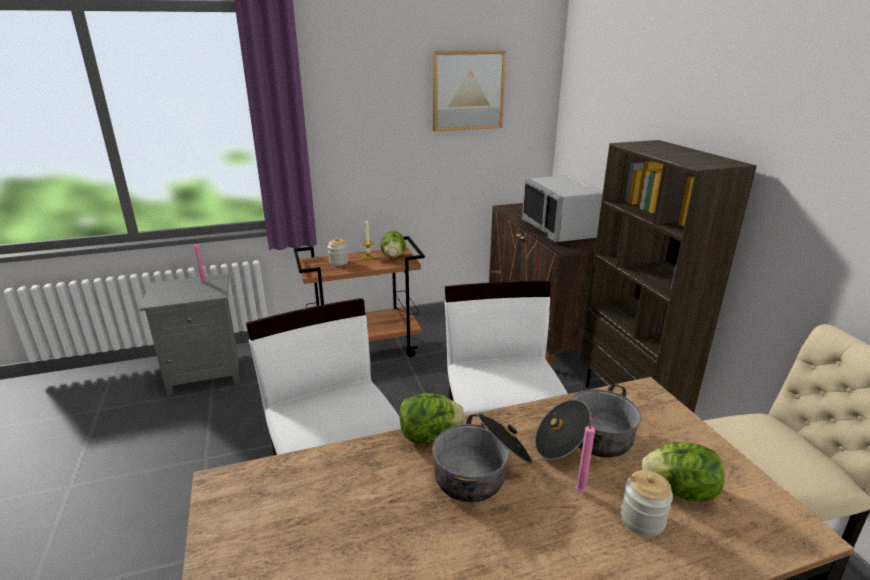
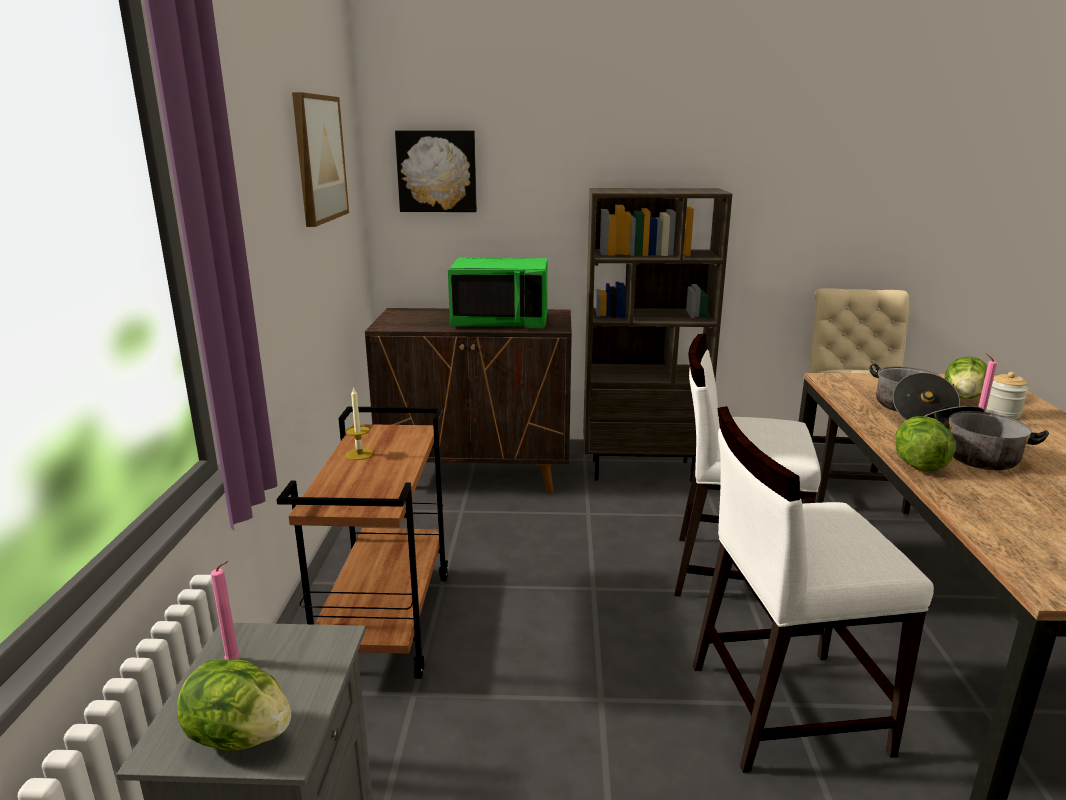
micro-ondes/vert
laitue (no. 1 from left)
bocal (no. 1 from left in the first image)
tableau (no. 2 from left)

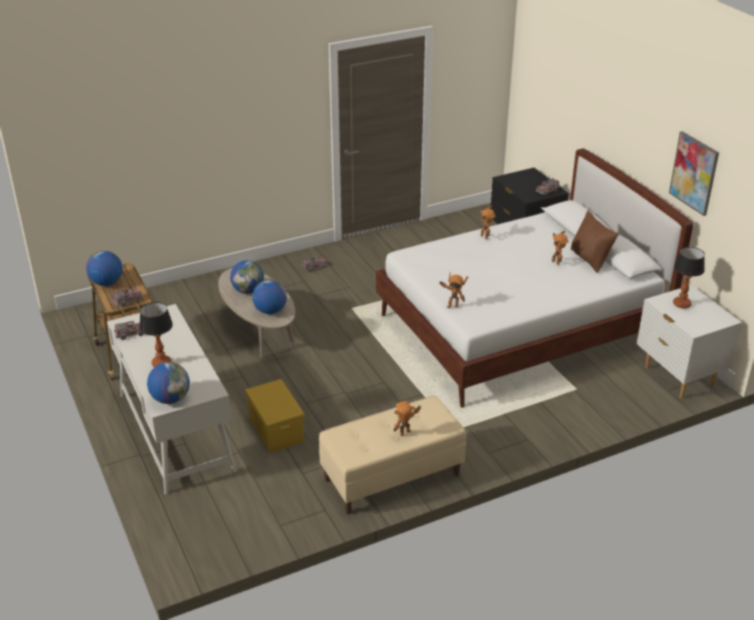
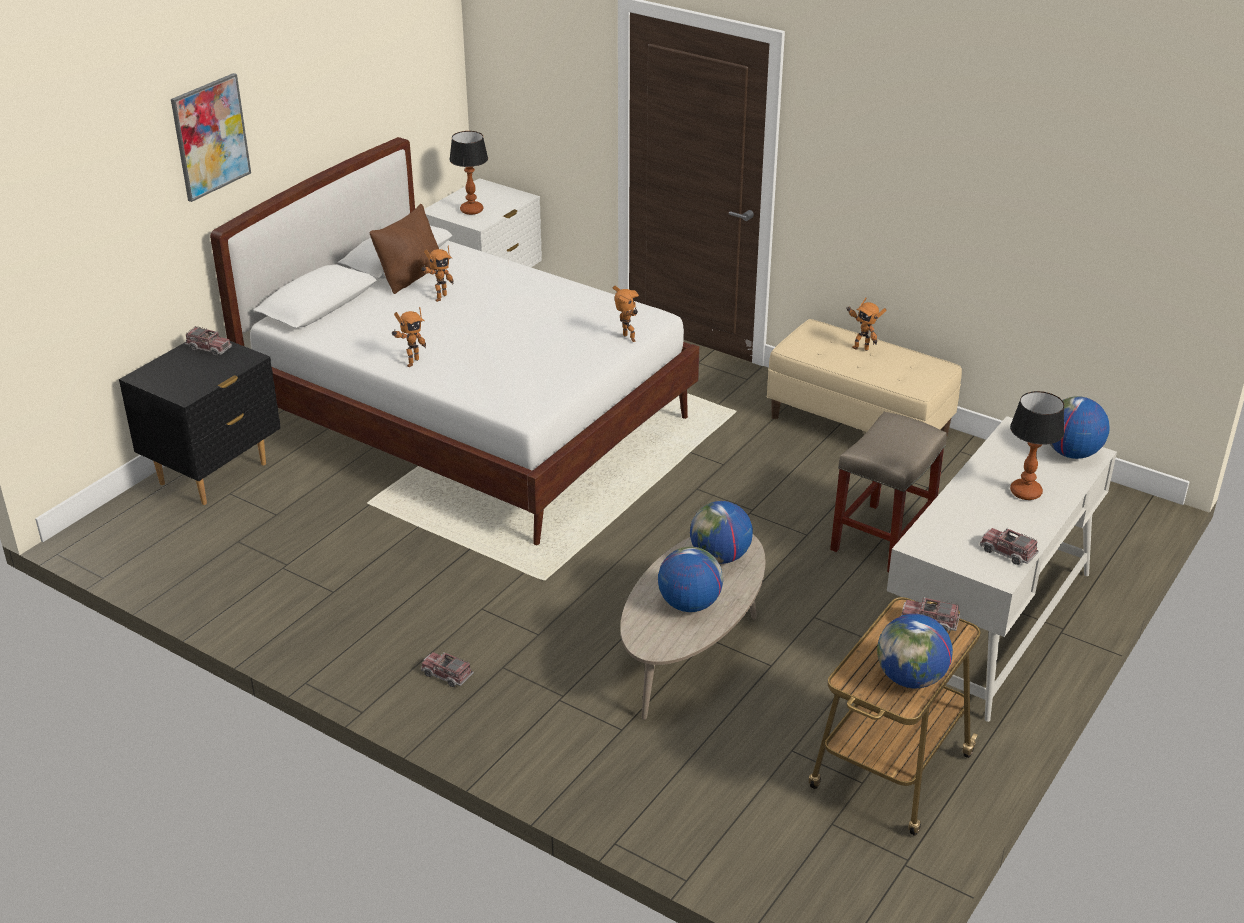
tableau
tabouret/beige

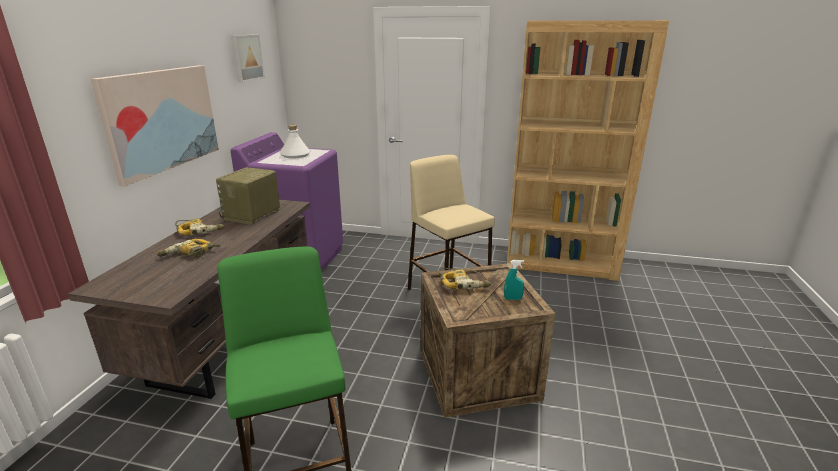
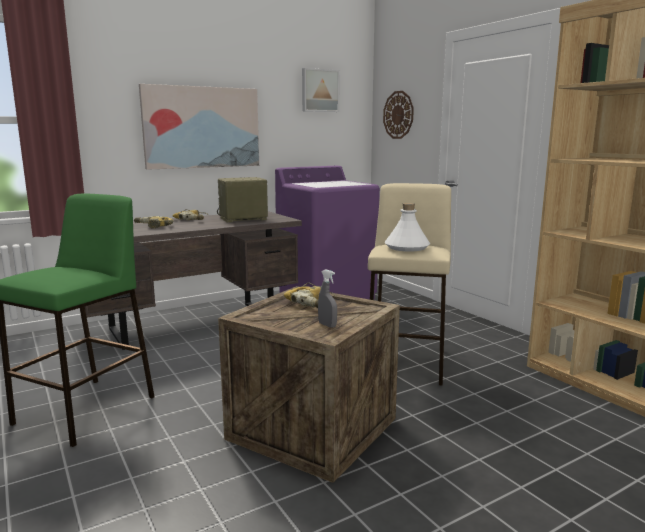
bouteille/blanc
vaporisateur/gris
horloge murale

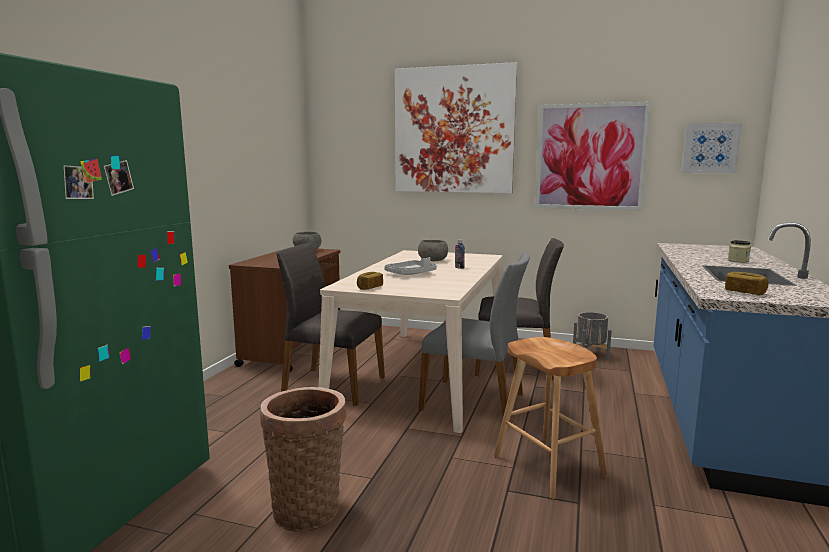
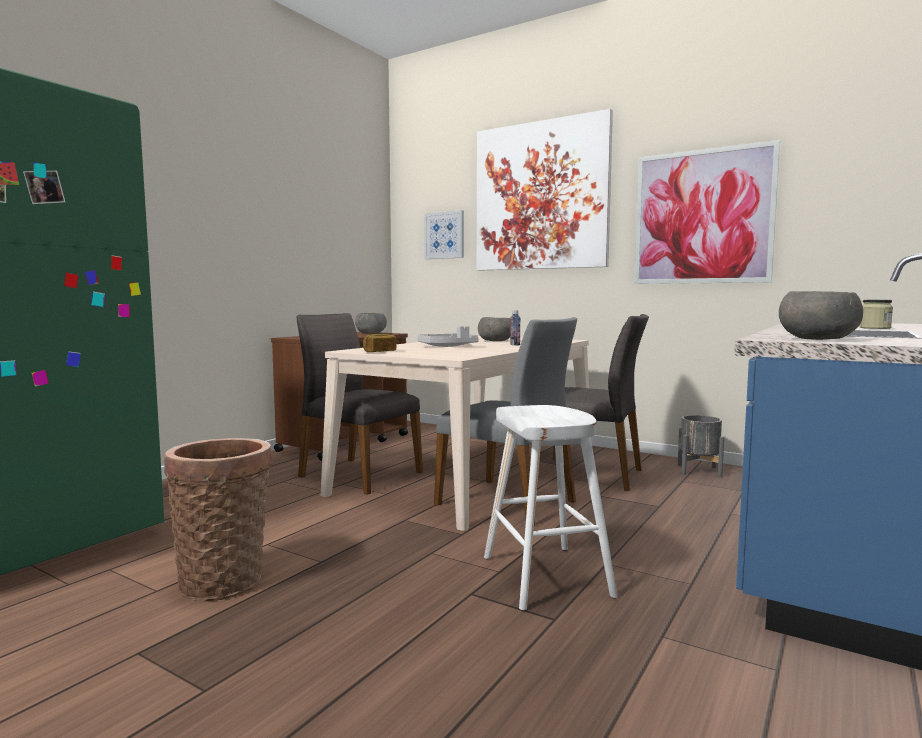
tableau (no. 1 from left)
bol/gris (no. 3 from left)
tabouret/blanc

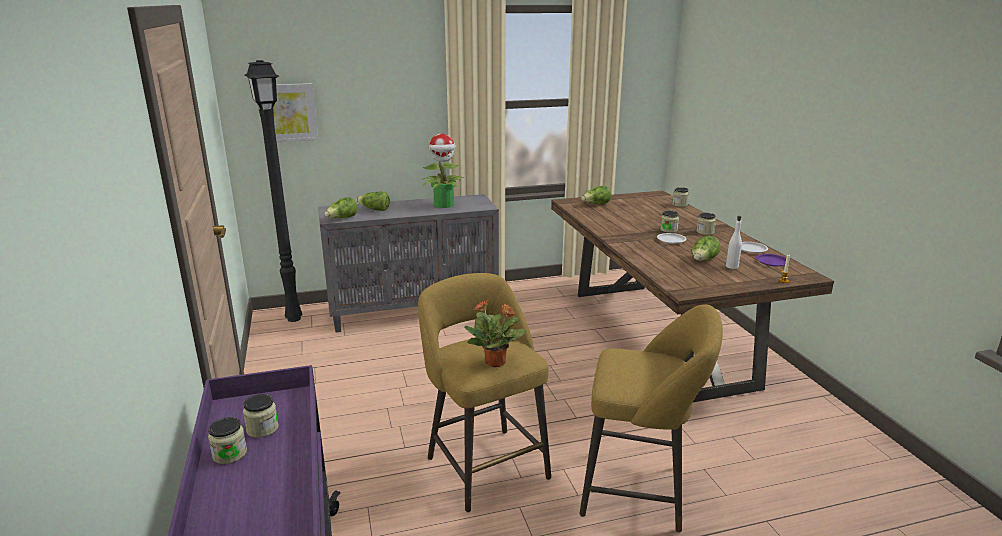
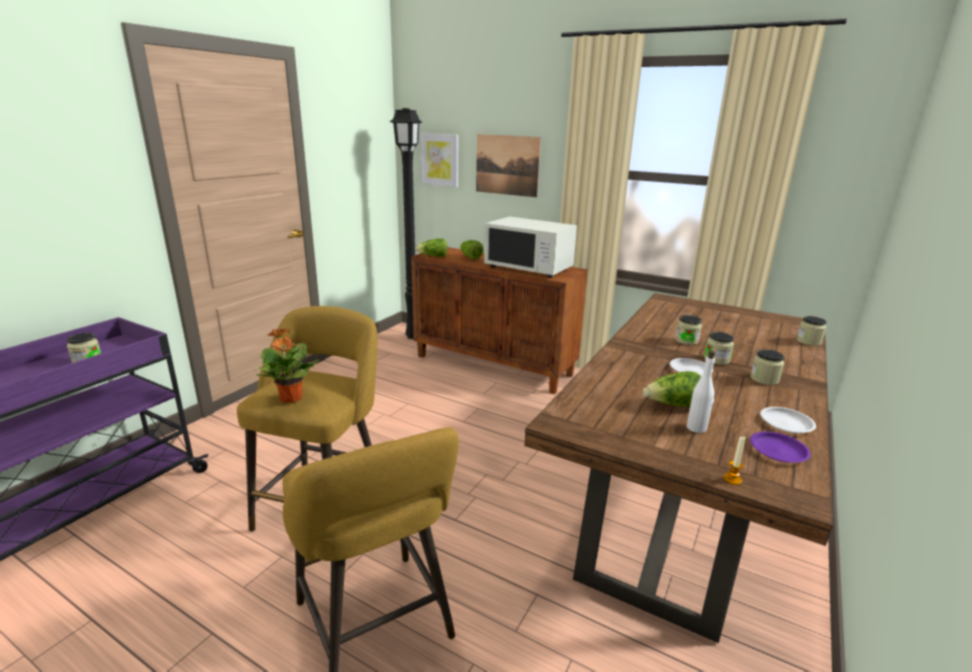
micro-ondes/blanc
laitue (no. 3 from left in the first image)
meuble de rangement/marron
bocal (no. 2 from left)
tableau (no. 2 from left)

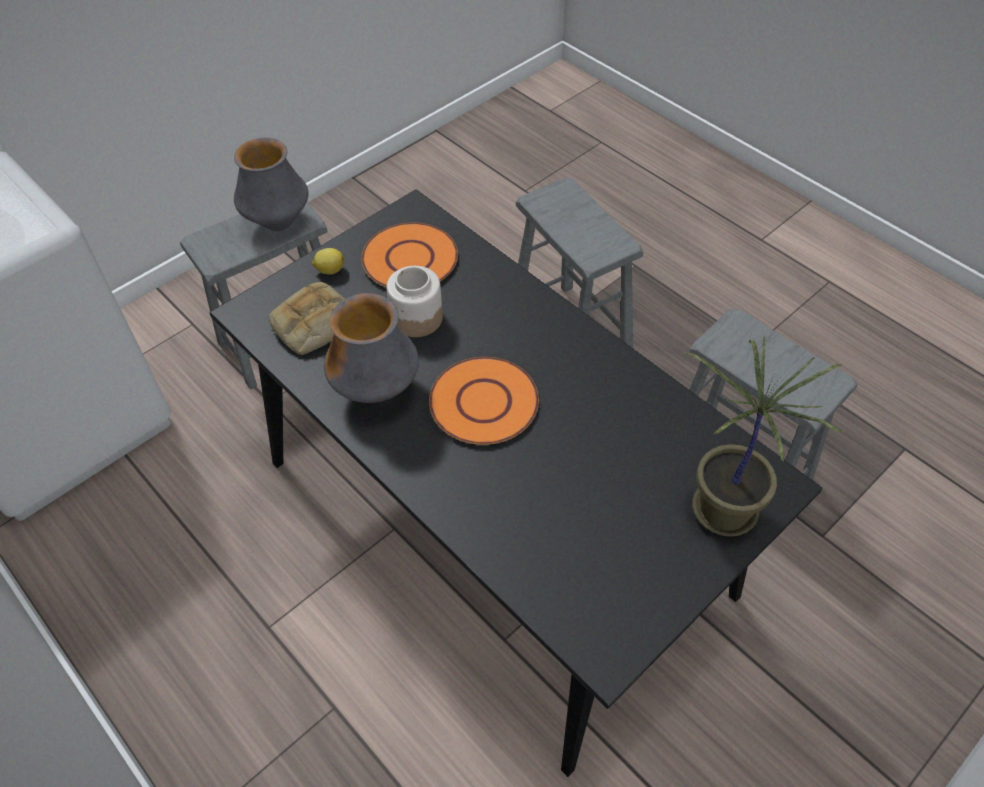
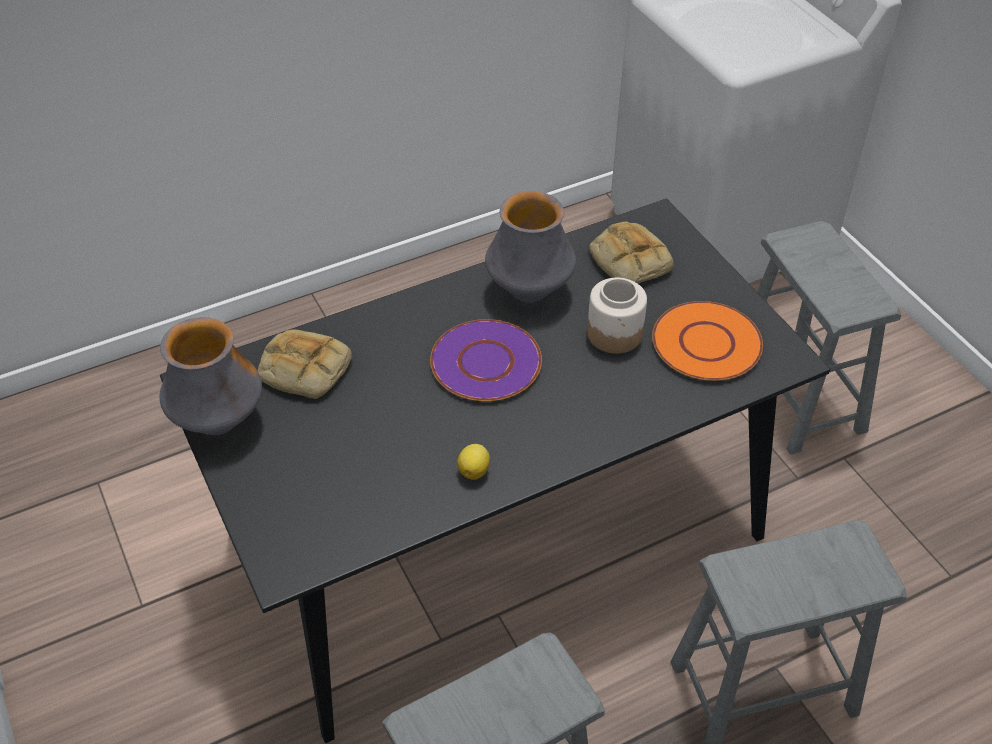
vase (no. 1 from left)
citron
plante en pot
assiette/violet
pain (no. 1 from left)

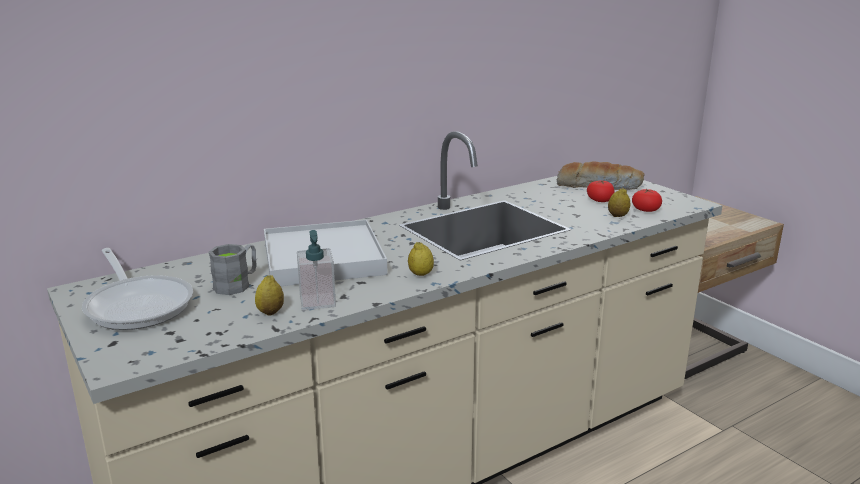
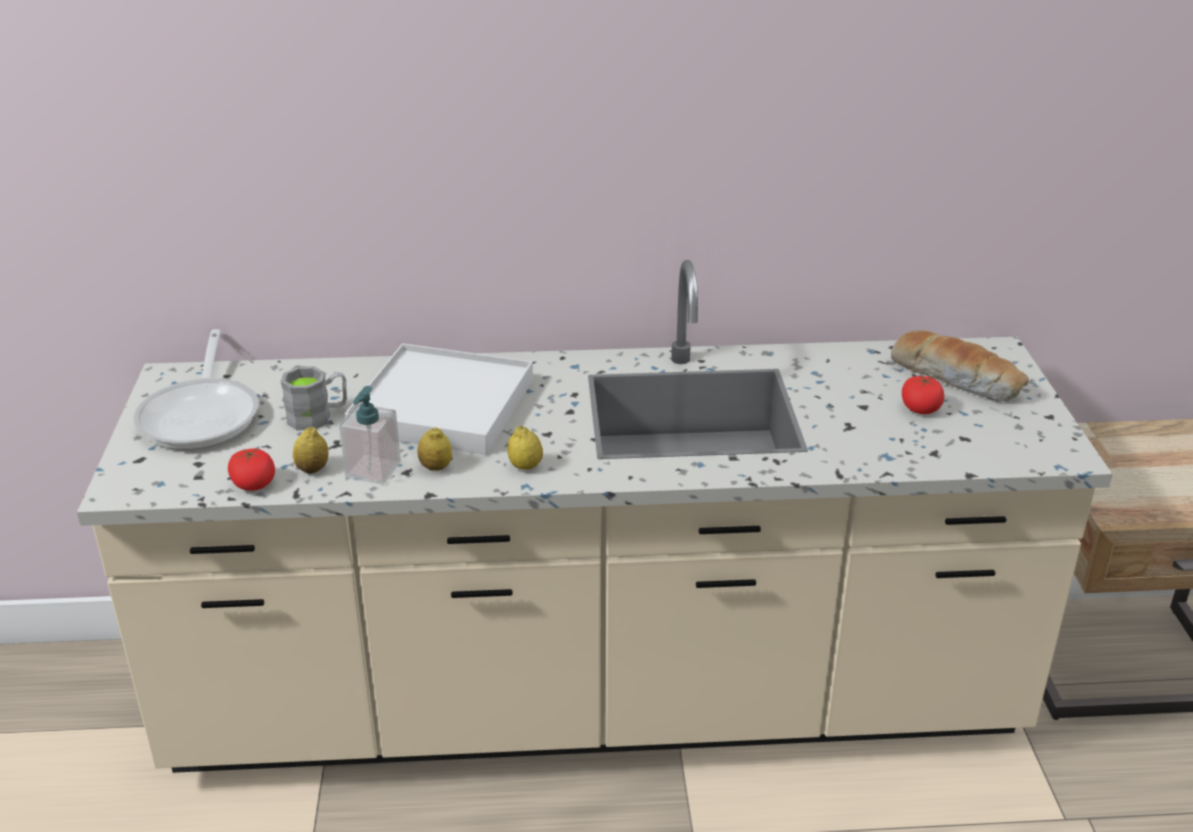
citron (no. 2 from left)
tomate (no. 1 from left)

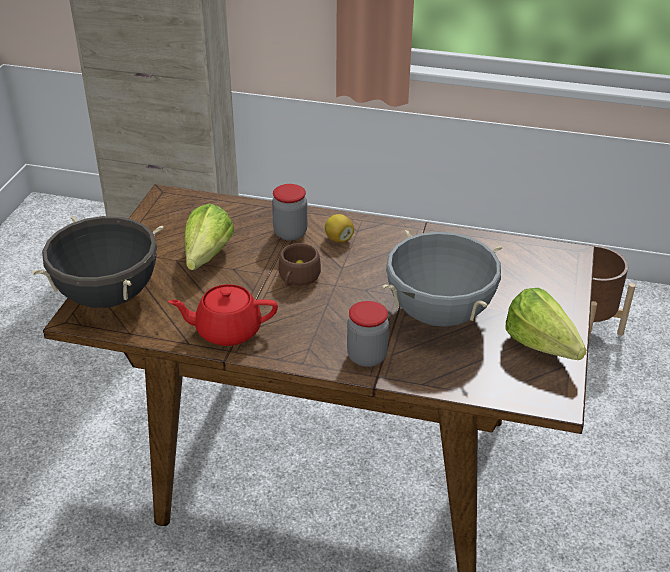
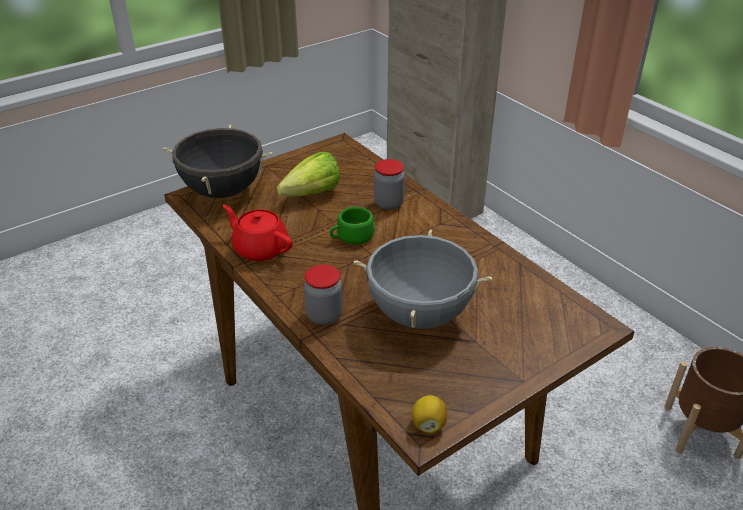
citron
tasse/vert
laitue (no. 2 from left in the first image)

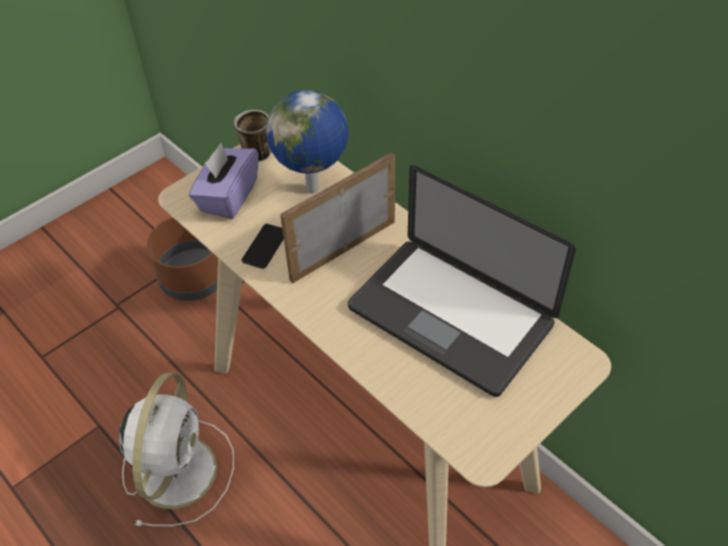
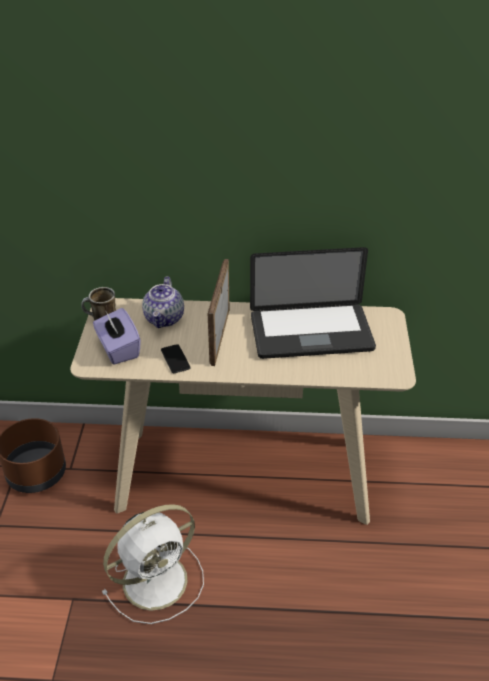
théière
ventilateur/blanc

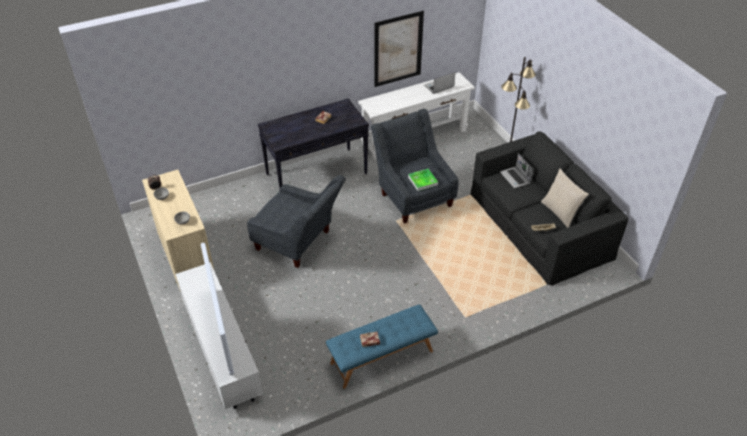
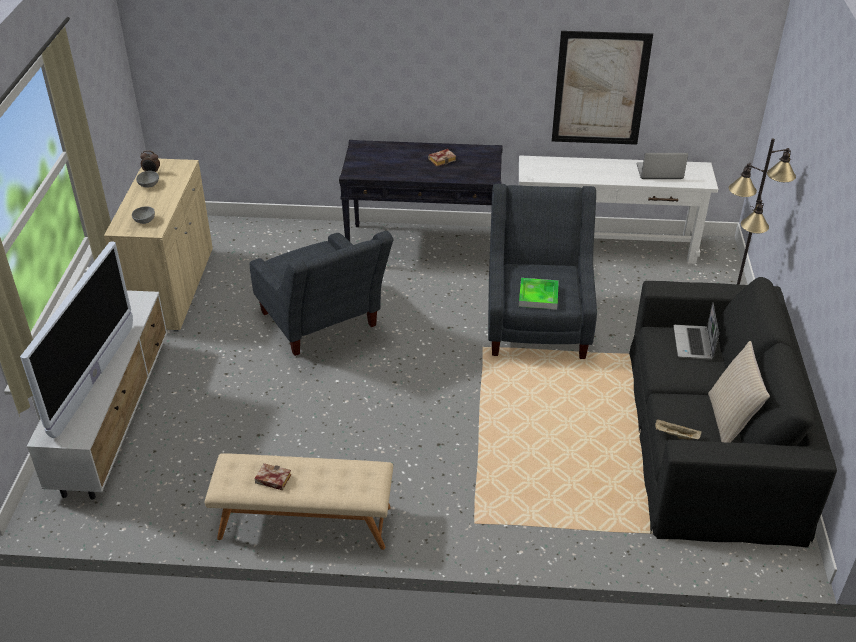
banc/beige

